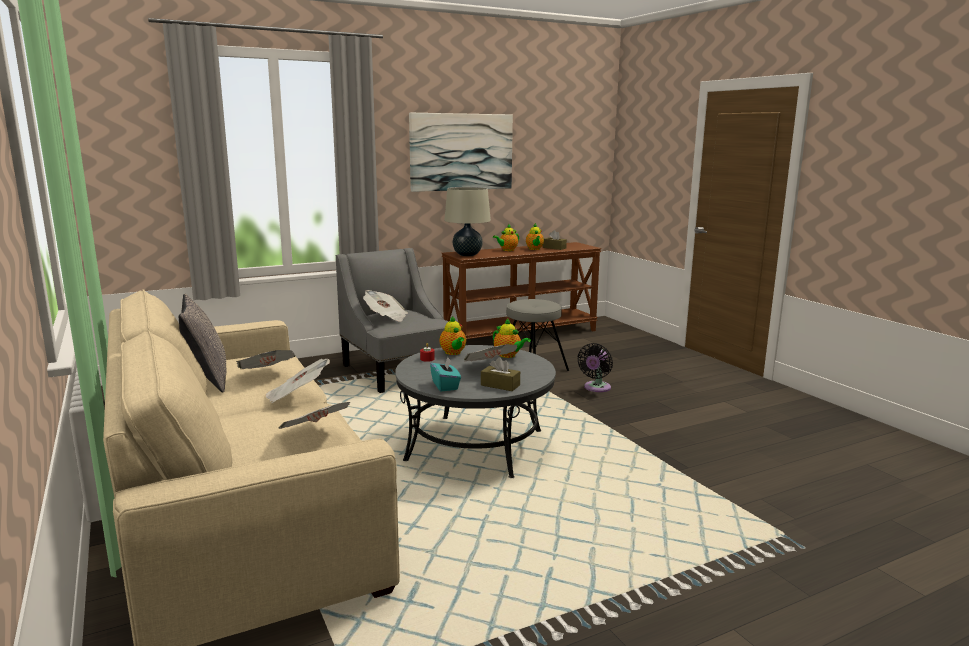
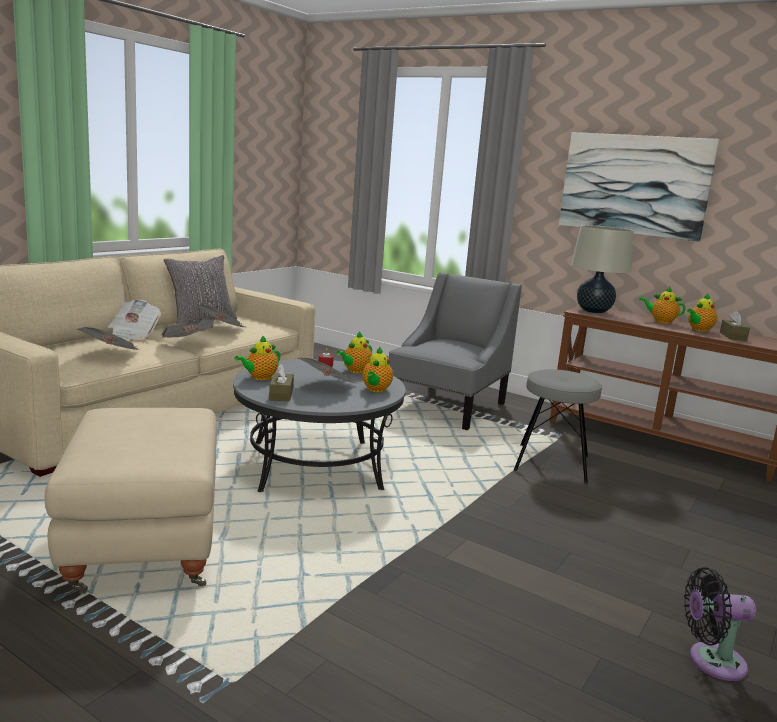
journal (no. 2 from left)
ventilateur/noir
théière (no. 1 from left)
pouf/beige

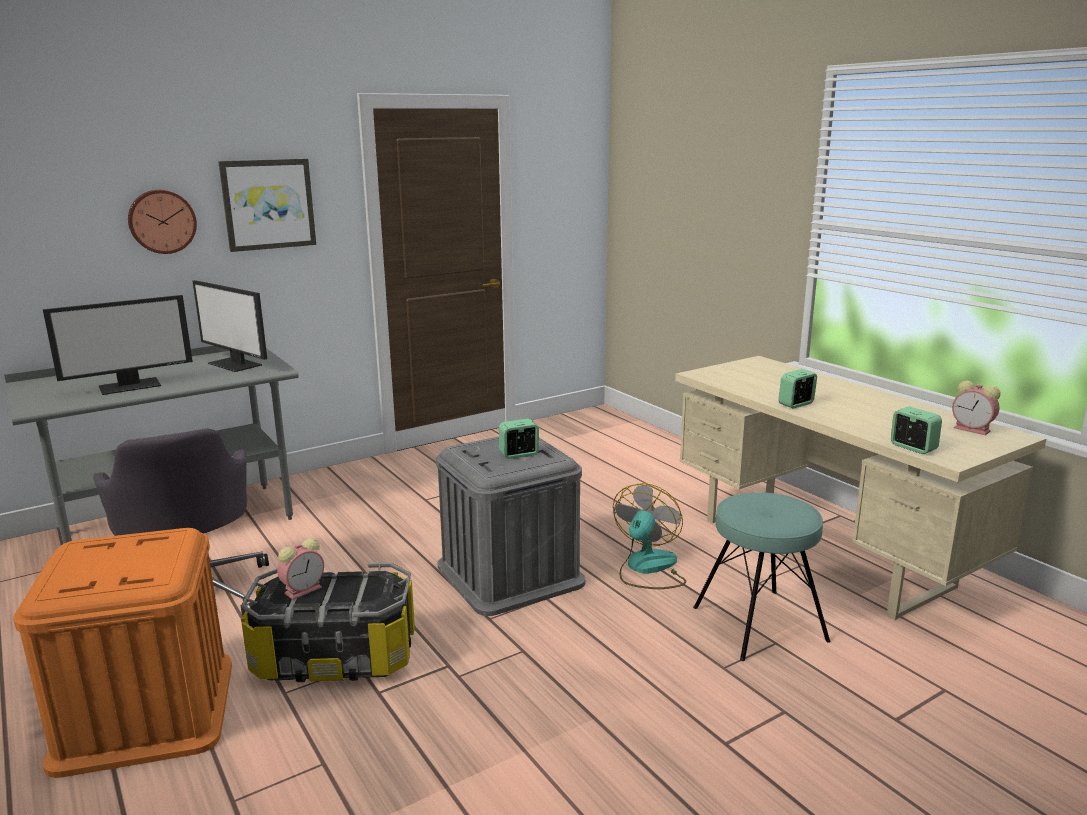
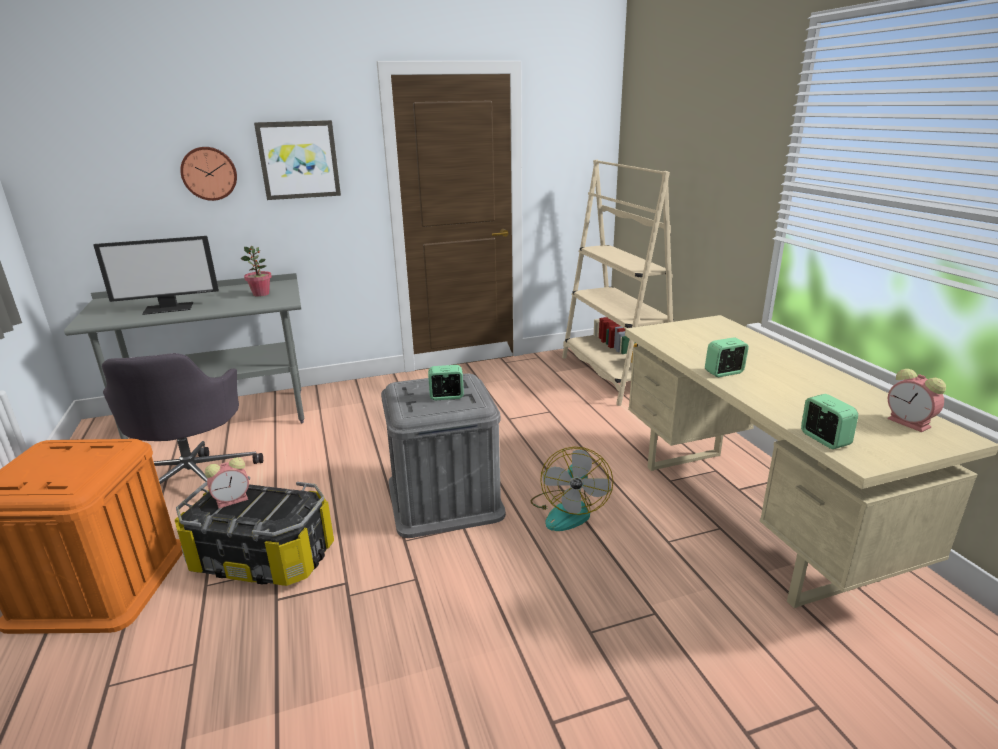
plante en pot
ventilateur
tabouret/turquoise
bibliothèque/beige

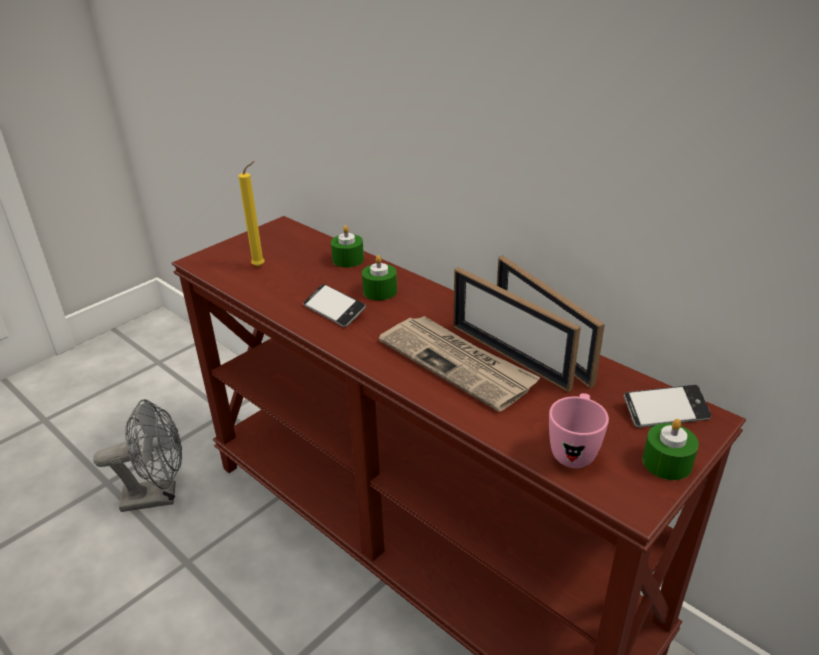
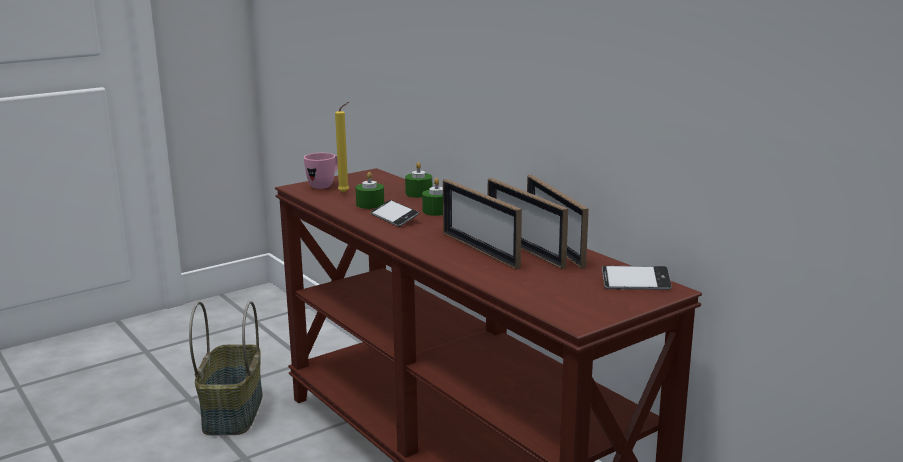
cadre photo (no. 1 from left)
mug/rose
panier
bougie/vert (no. 1 from left)

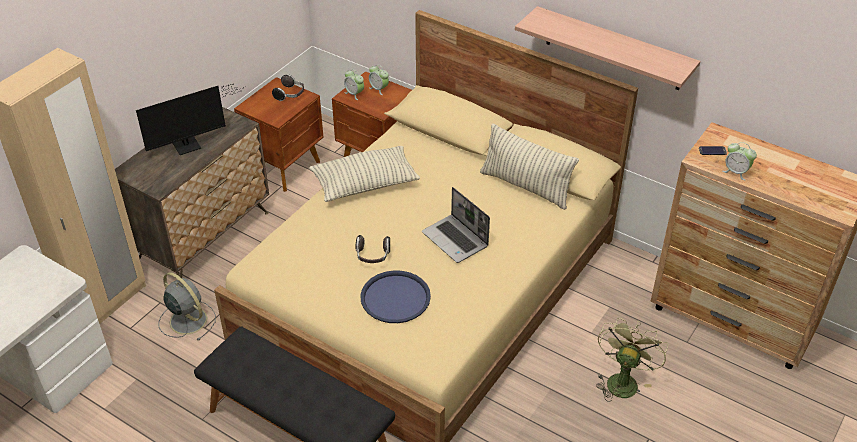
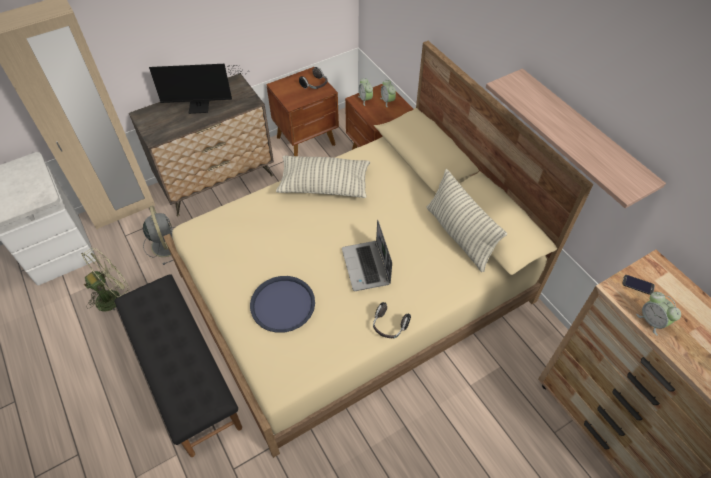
casque audio (no. 2 from left)
ventilateur/vert

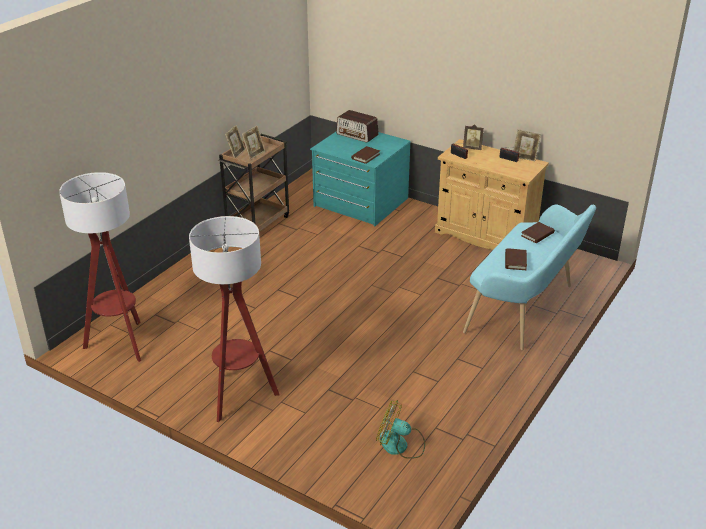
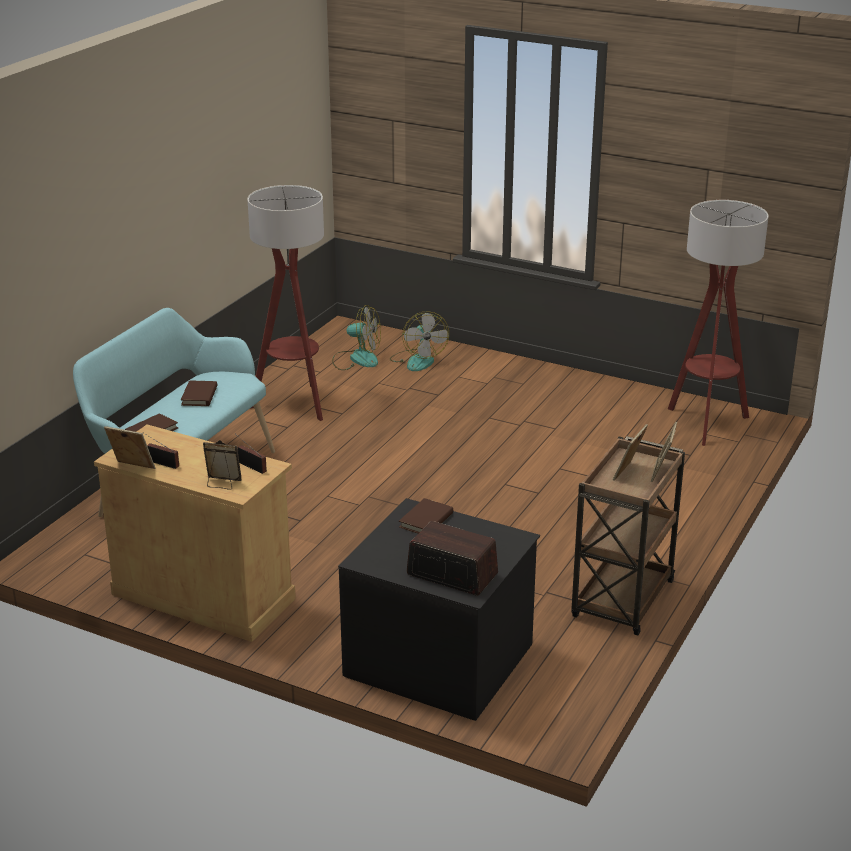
commode/noir
lampadaire (no. 1 from left)
ventilateur (no. 2 from left)

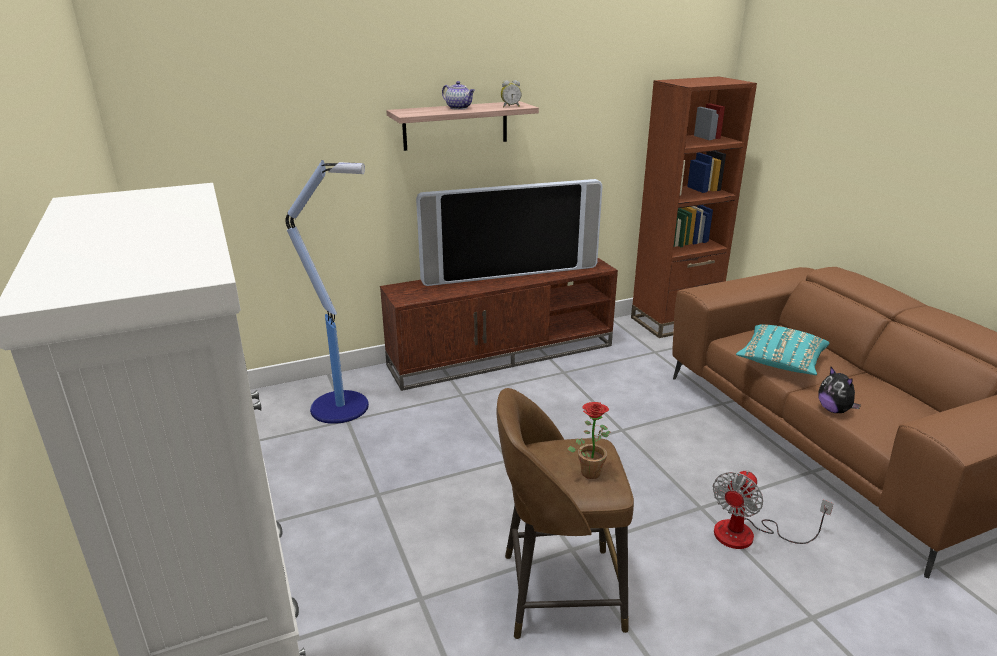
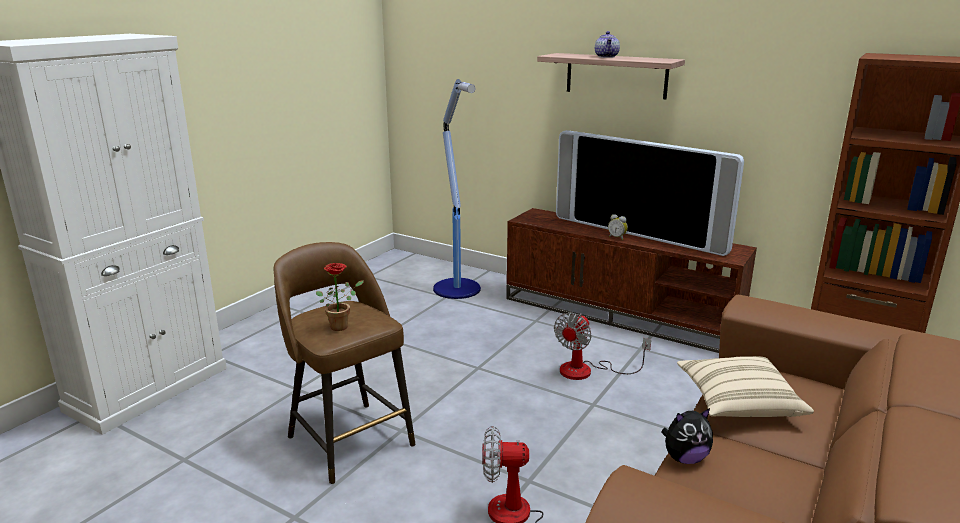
réveil
coussin/beige
peluche
ventilateur (no. 2 from left)

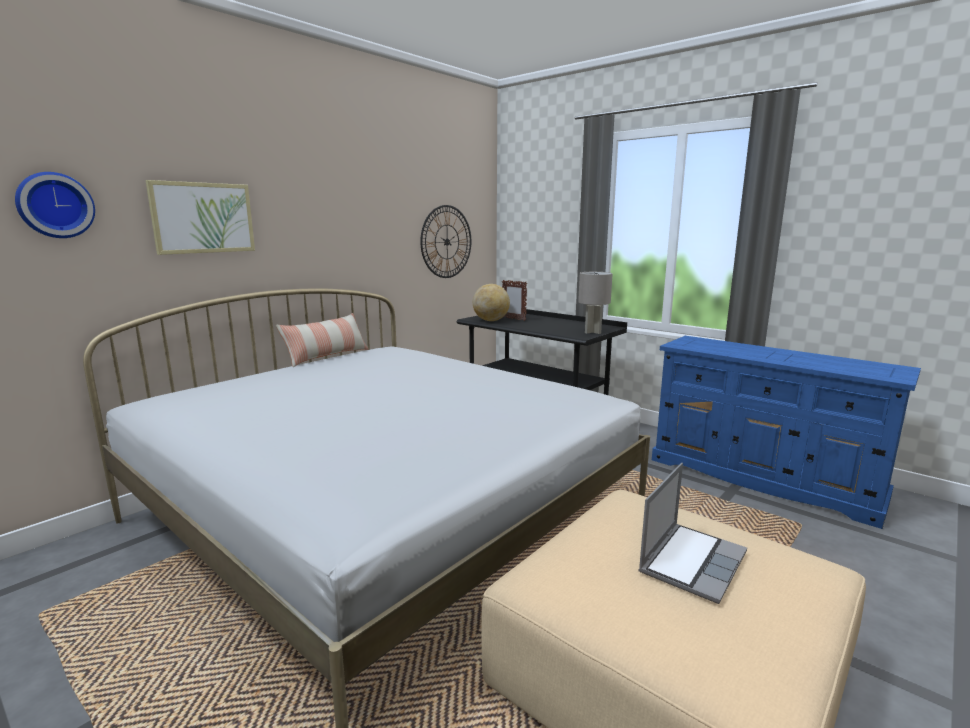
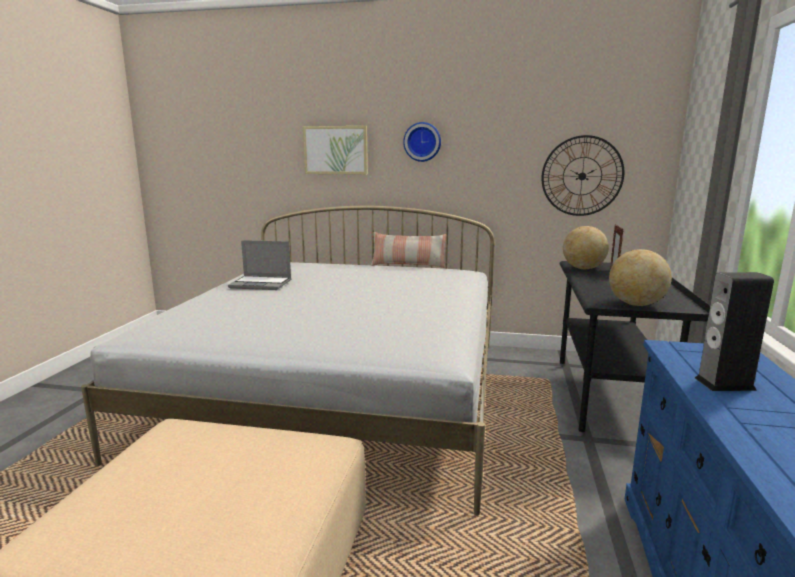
horloge murale (no. 1 from left)
globe (no. 2 from left)
ordinateur portable
enceinte

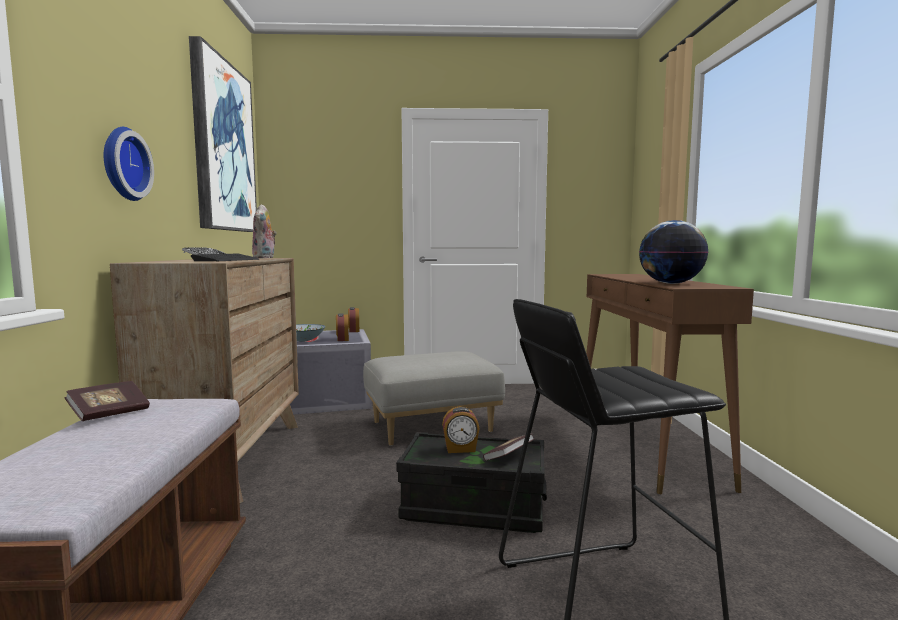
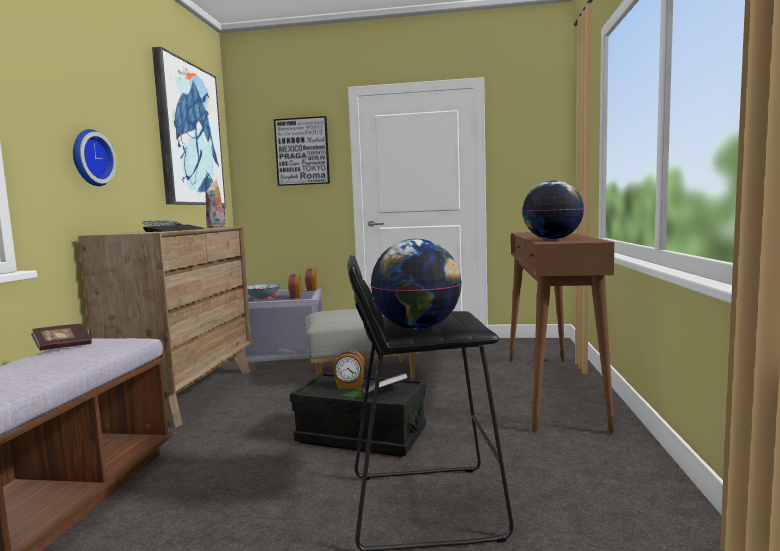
tableau (no. 2 from left)
globe (no. 1 from left)

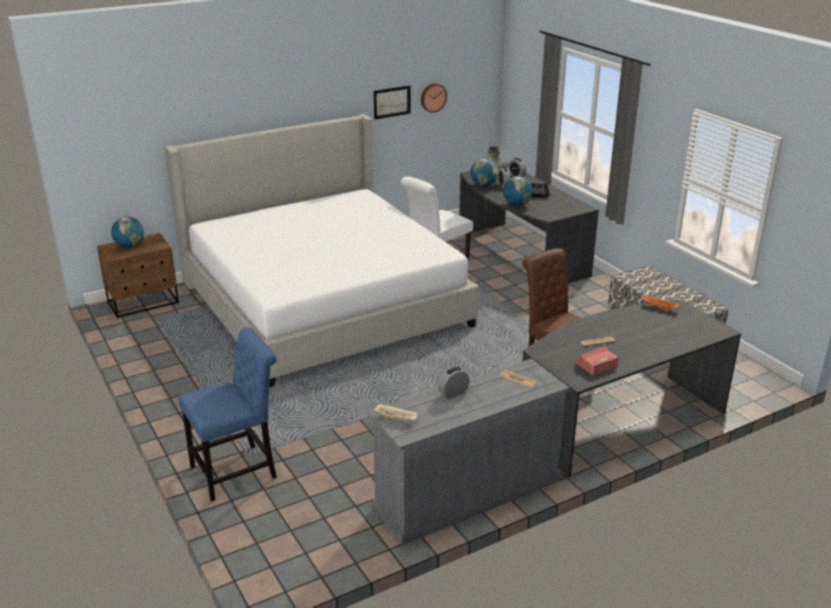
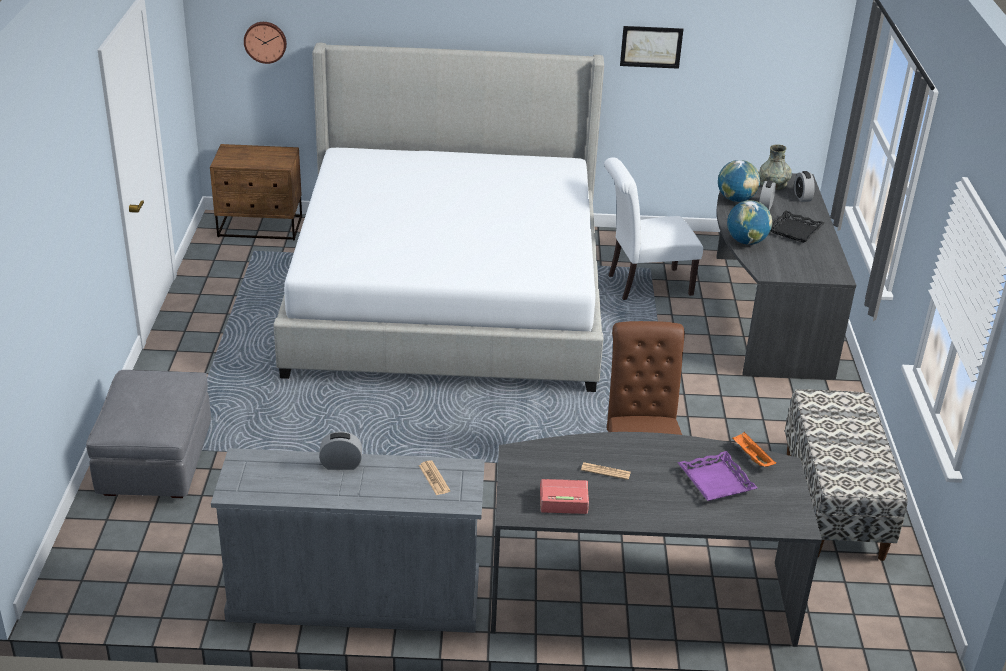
horloge murale
globe (no. 1 from left in the first image)
pouf/gris
plateau/beige
plateau/violet

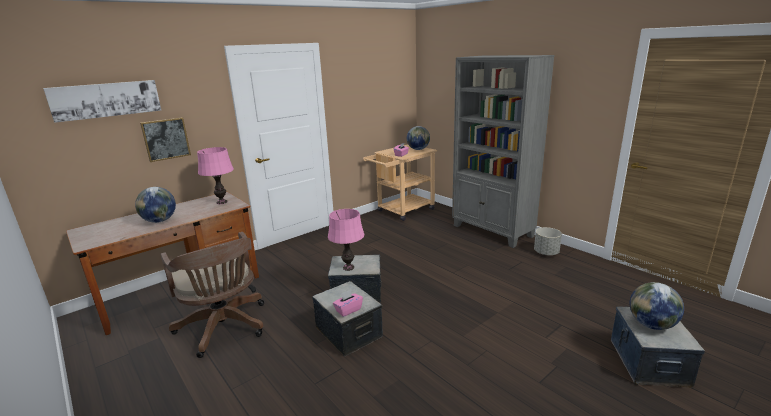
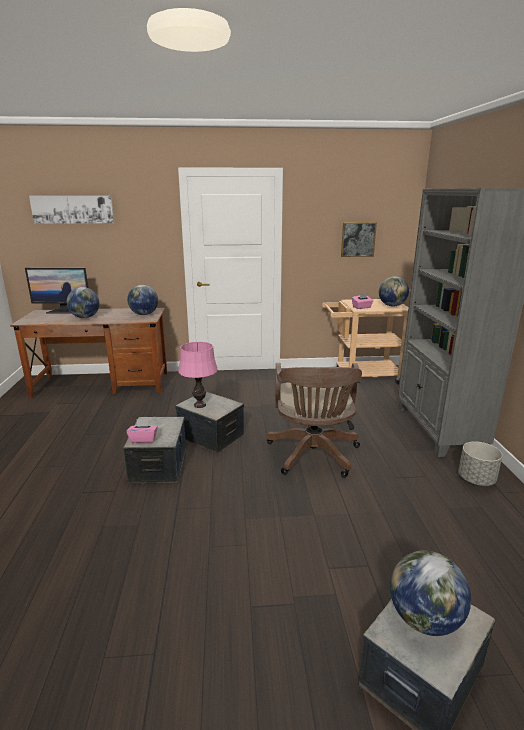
tableau (no. 2 from left)
globe (no. 2 from left)
chaise de bureau/marron
écran d'ordinateur

